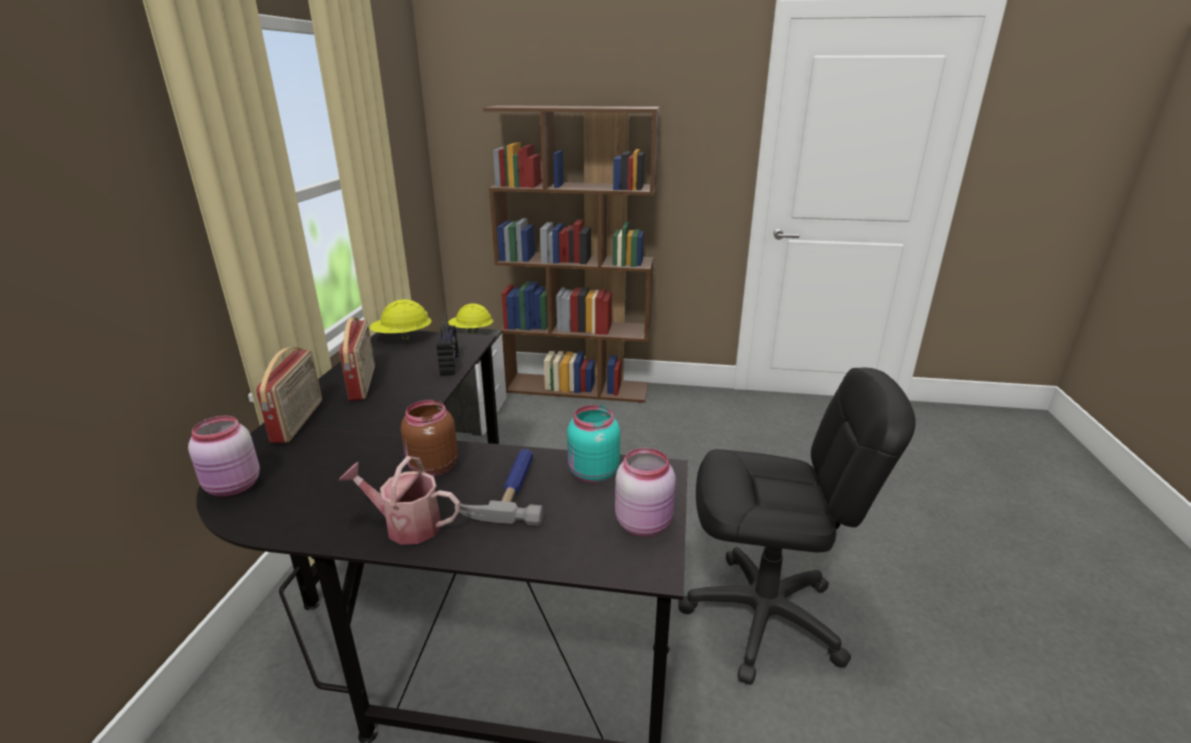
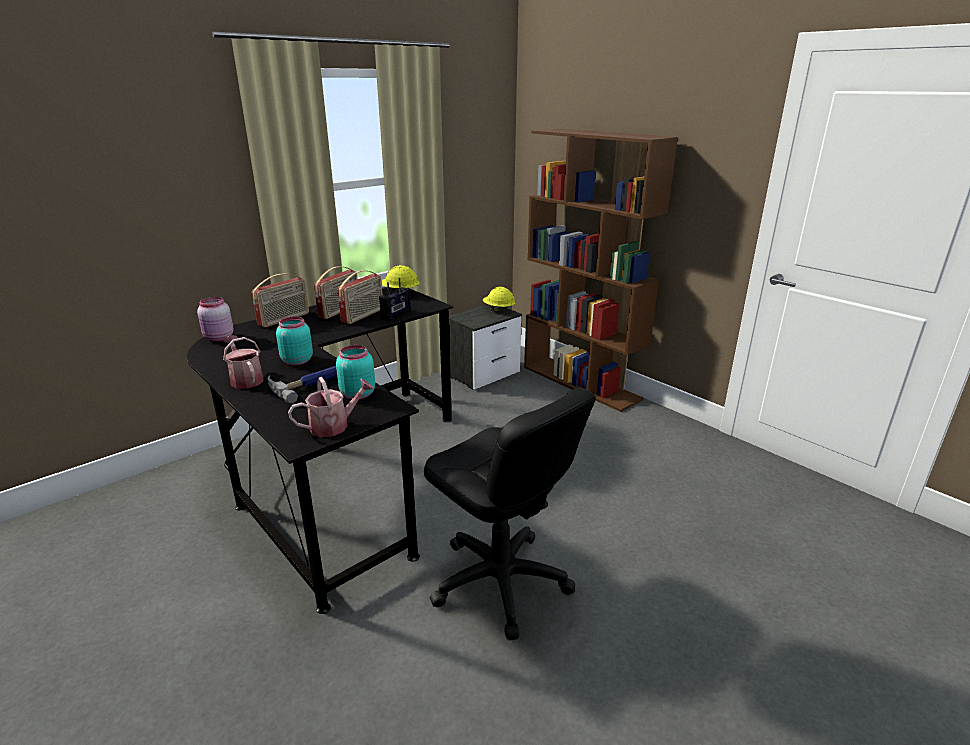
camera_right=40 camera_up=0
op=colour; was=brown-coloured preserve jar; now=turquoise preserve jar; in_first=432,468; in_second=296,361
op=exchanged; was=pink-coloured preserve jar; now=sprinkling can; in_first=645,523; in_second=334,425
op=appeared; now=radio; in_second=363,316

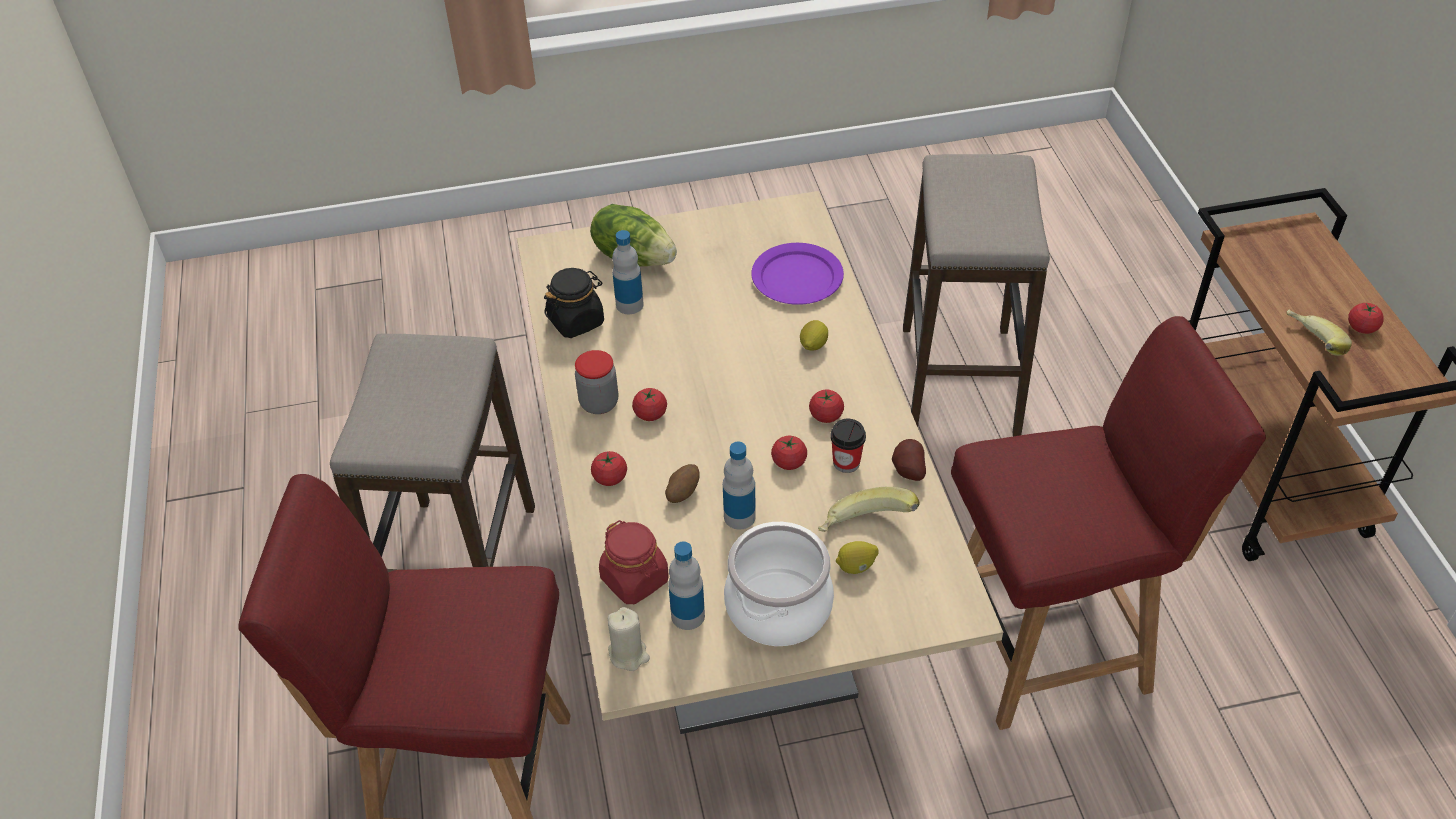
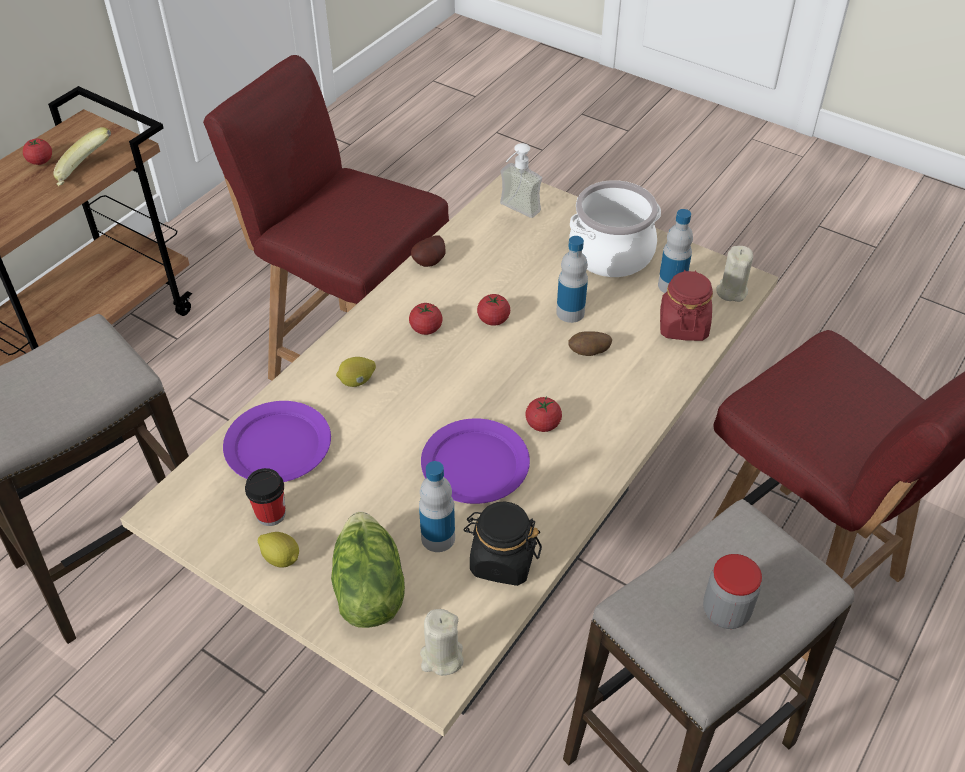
camera_right=-135 camera_up=0
op=relocated; was=preserve jar; in_first=599,403; in_second=725,612
op=relocated; was=small cup; in_first=846,462; in_second=271,514
op=missing; was=whole tomato; in_first=610,478
op=missing; was=banana; in_first=866,529
op=relocated; was=whole lemon; in_first=856,566; in_second=281,558
op=appeared; now=soap dispenser; in_second=515,211
op=appeared; now=purple-coloured flat dish; in_second=476,464
op=appeared; now=sand-coloured wax candle; in_second=441,657

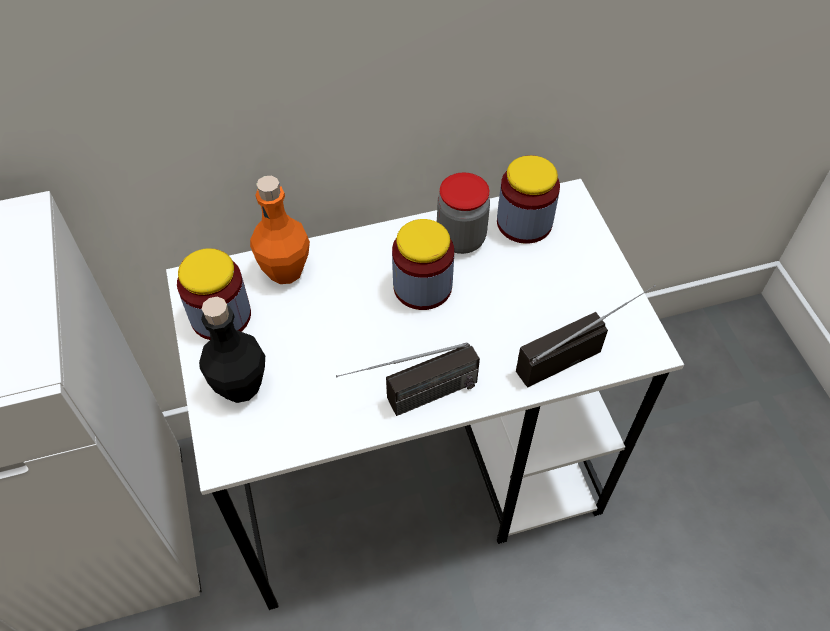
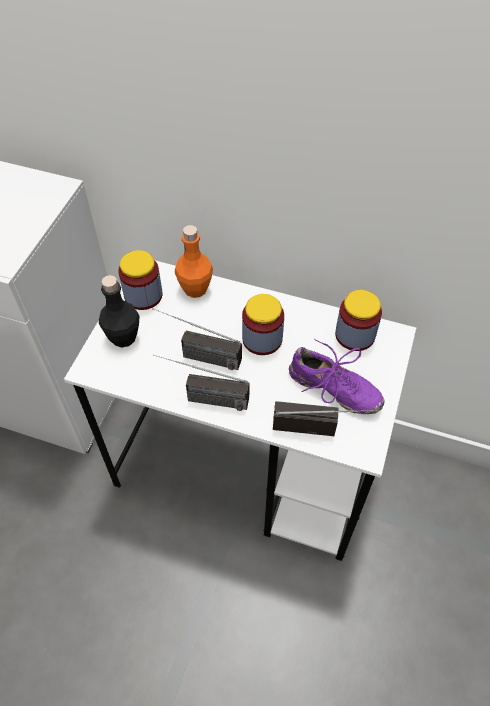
camera_right=35 camera_up=0
op=missing; was=preserve jar; in_first=461,239
op=appeared; now=radio; in_second=197,356
op=appeared; now=purple-coloured low shoe; in_second=333,389

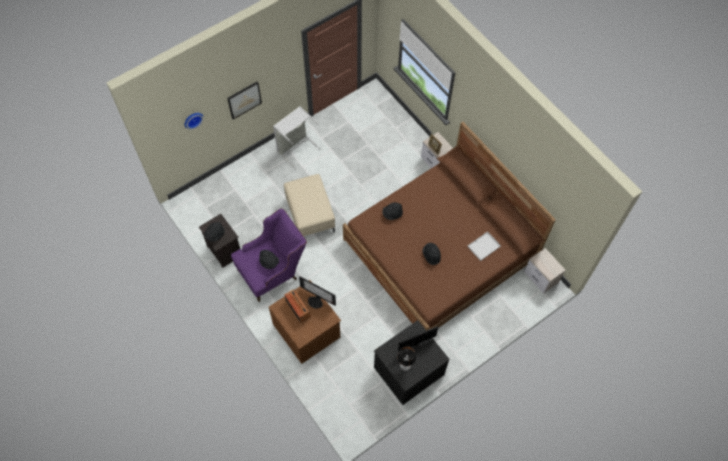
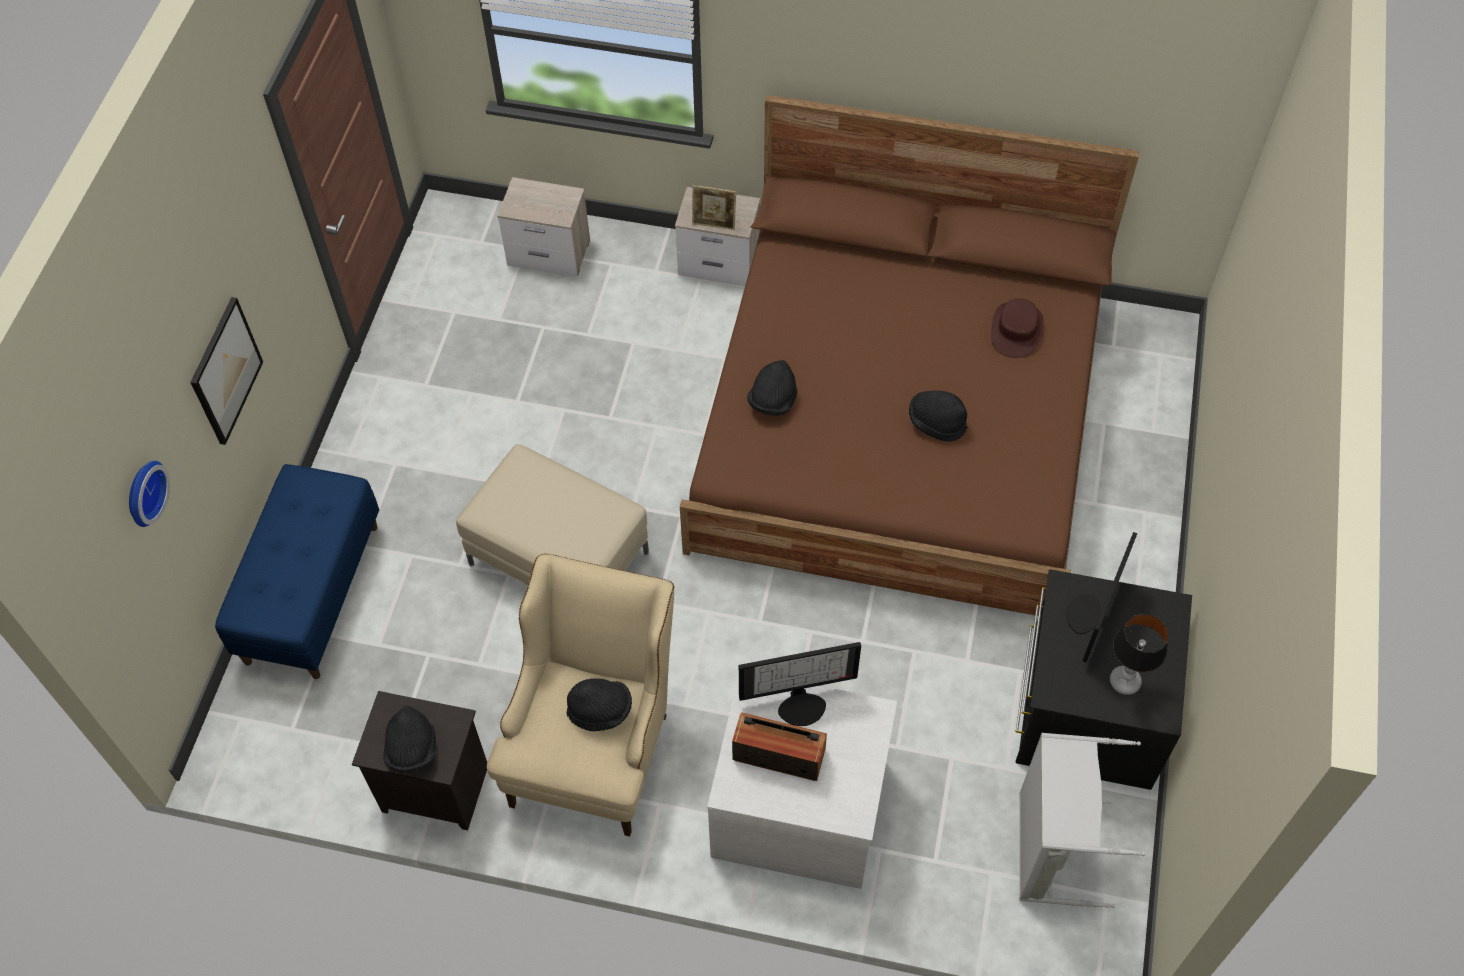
camera_right=-40 camera_up=-5
op=relocated; was=grey washing basket; in_first=296,148; in_second=1050,849
op=colour; was=purple-coloured armchair; now=sand-coloured armchair; in_first=273,271; in_second=595,742
op=exchanged; was=white-coloured serving tray; now=brown-coloured clothing hat; in_first=483,247; in_second=1016,330
op=relocated; was=bedside table; in_first=541,278; in_second=550,253
op=colour; was=brown-coloured chest of drawers; now=white-coloured chest of drawers; in_first=307,330; in_second=799,805
op=appeared; now=bluish long seat; in_second=311,592

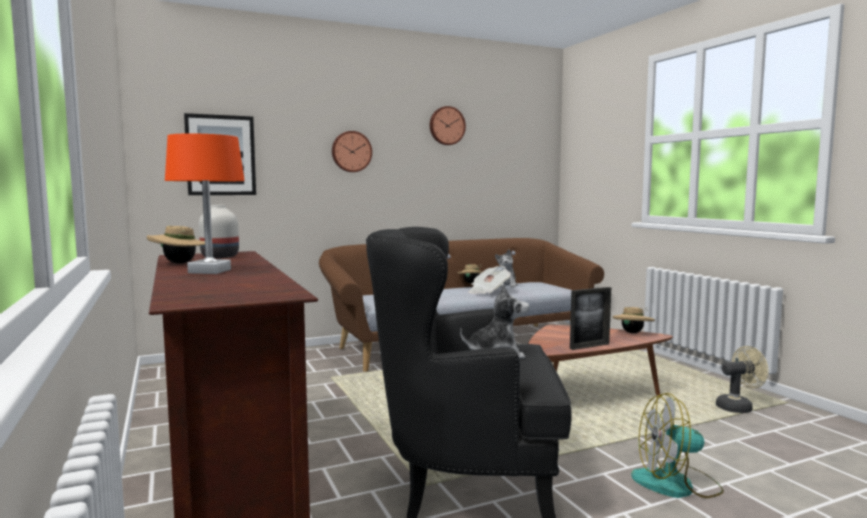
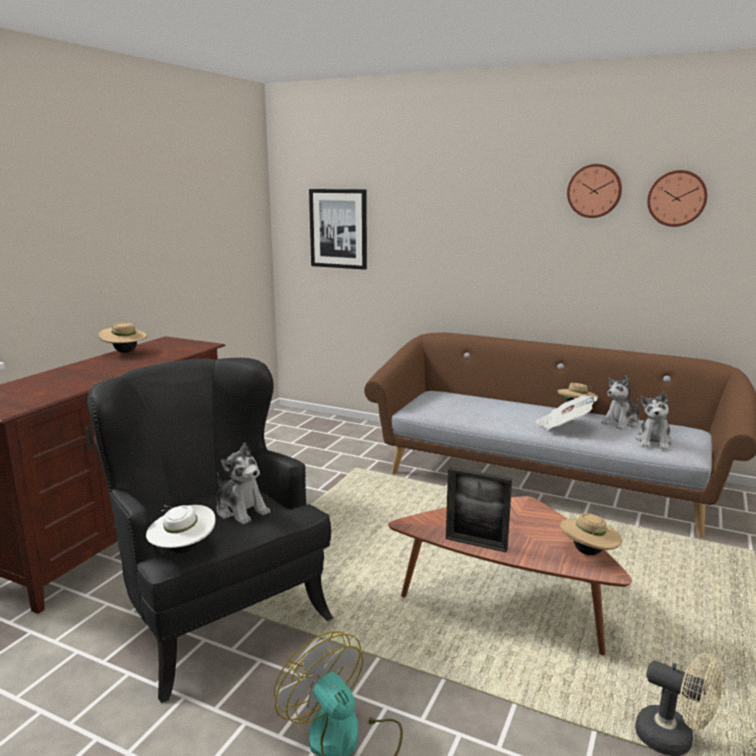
camera_right=50 camera_up=10
op=relocated; was=hanging clock; in_first=351,151; in_second=677,198
op=missing; was=orange table lamp; in_first=209,271
op=missing; was=white-coloured flower vase; in_first=221,256
op=appeared; now=cuddly toy; in_second=653,441
op=appeared; now=white-coloured clothing hat; in_second=183,549

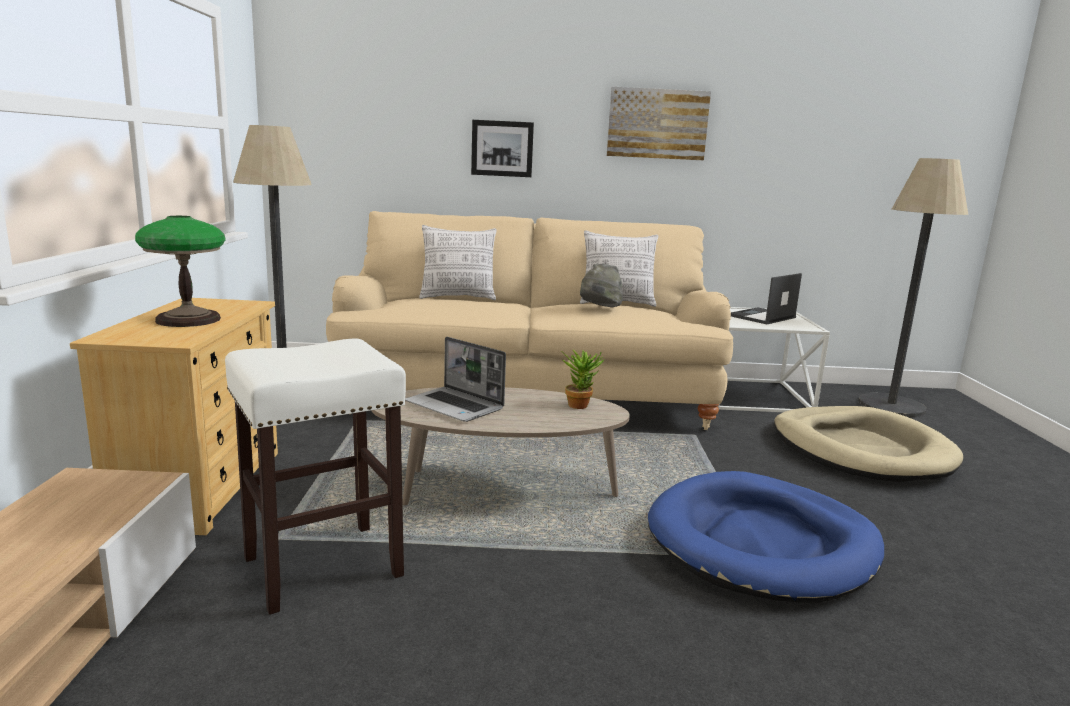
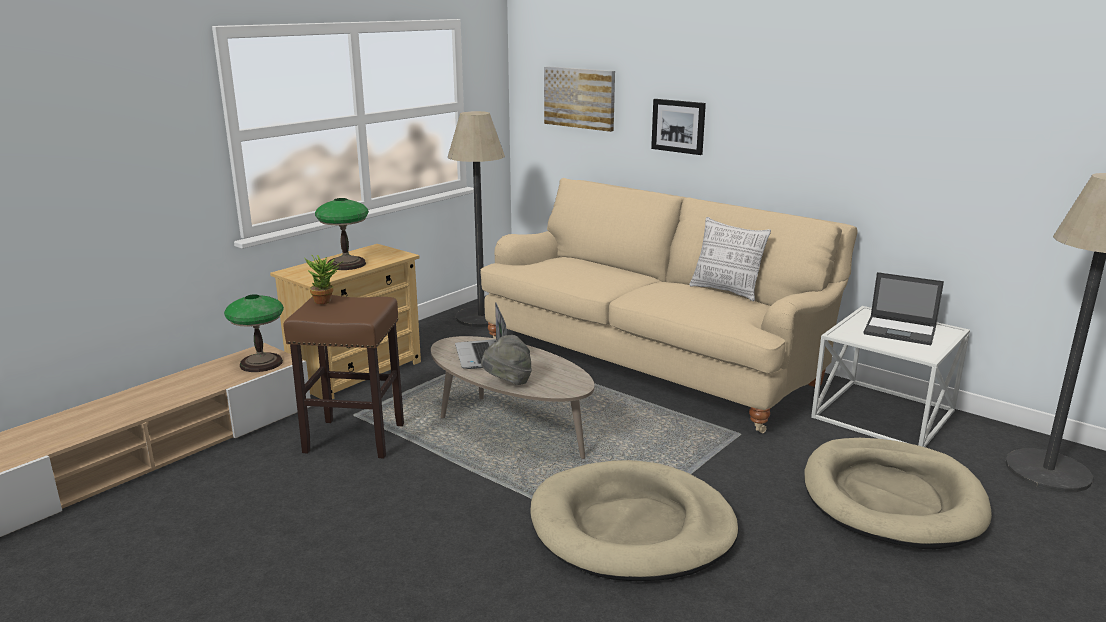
camera_right=40 camera_up=5
op=relocated; was=wall art; in_first=657,124; in_second=580,98
op=missing; was=cushion; in_first=458,297
op=relocated; was=grey clothing hat; in_first=599,309; in_second=507,382
op=spun; was=portable computer; in_first=761,317; in_second=900,331; clockwise=-150
op=colour; was=white-coloured stool seat; now=brown-coloured stool seat; in_first=321,567; in_second=353,438
op=relocated; was=houseplant; in_first=580,404; in_second=326,301
op=colour; was=bluish dog cushion; now=sand-coloured dog cushion; in_first=762,543; in_second=632,527
op=appeared; now=table lamp; in_second=261,363

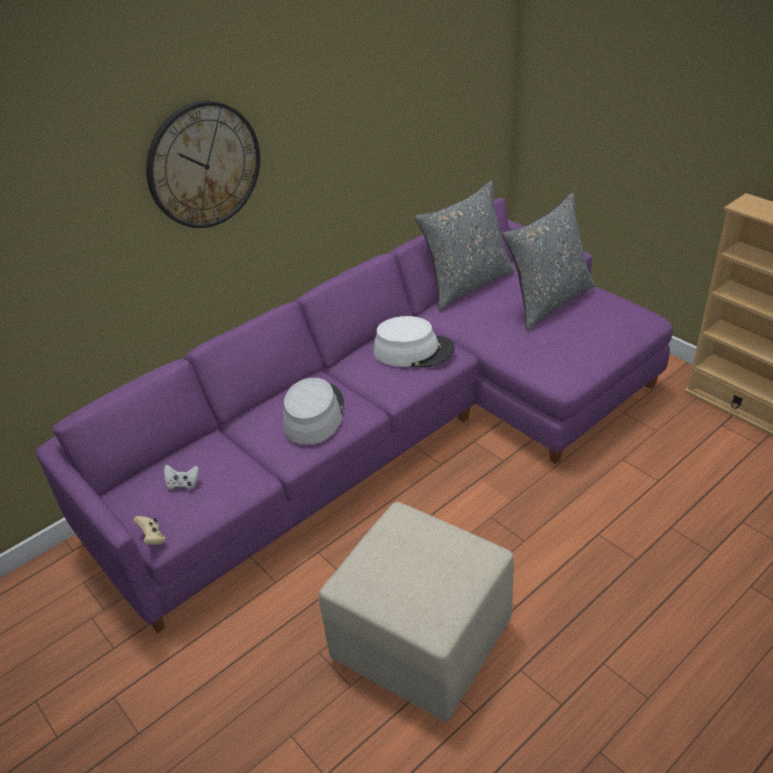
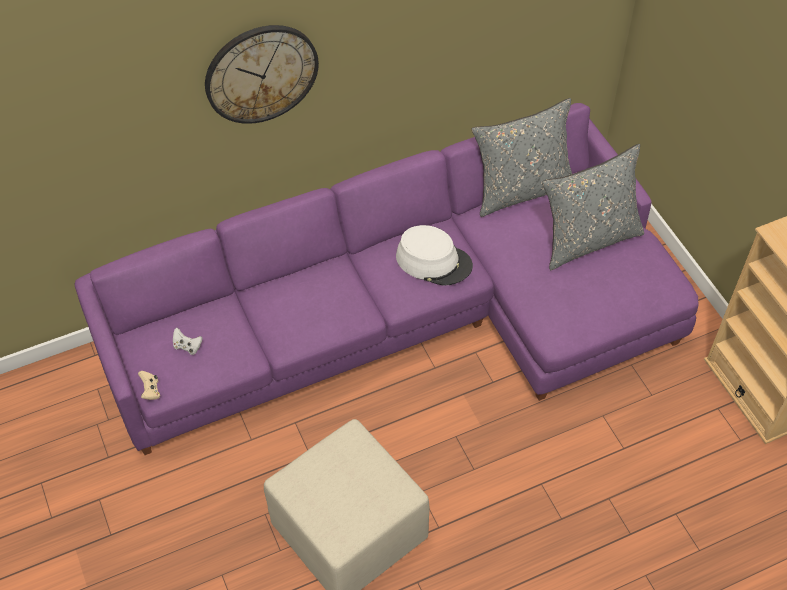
camera_right=15 camera_up=15
op=missing; was=grey clothing hat; in_first=313,414

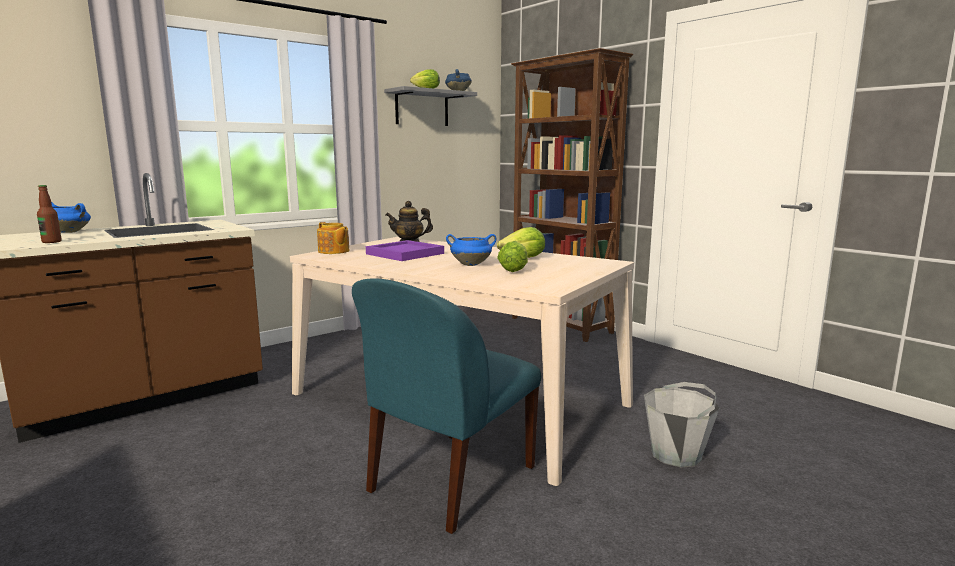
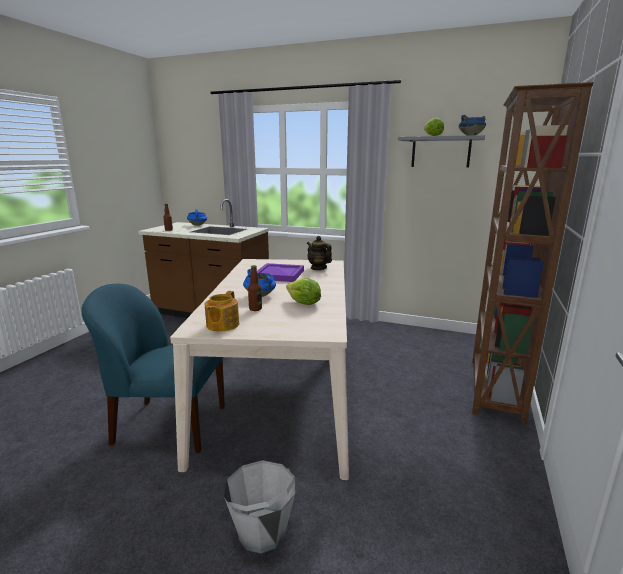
camera_right=60 camera_up=5
op=relocated; was=pot for tea; in_first=333,251; in_second=222,325
op=exchanged; was=head of lettuce; now=drink bottle; in_first=514,269; in_second=255,309

